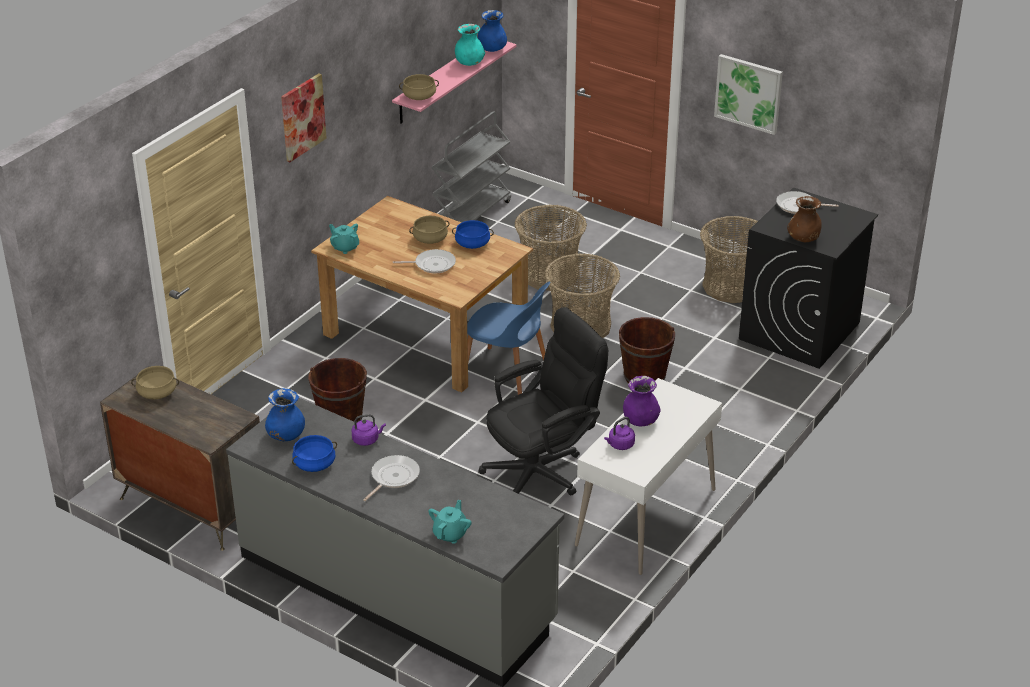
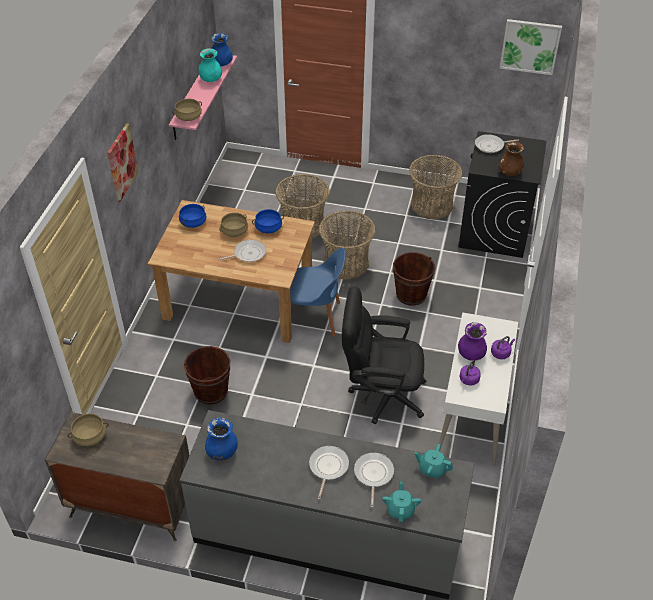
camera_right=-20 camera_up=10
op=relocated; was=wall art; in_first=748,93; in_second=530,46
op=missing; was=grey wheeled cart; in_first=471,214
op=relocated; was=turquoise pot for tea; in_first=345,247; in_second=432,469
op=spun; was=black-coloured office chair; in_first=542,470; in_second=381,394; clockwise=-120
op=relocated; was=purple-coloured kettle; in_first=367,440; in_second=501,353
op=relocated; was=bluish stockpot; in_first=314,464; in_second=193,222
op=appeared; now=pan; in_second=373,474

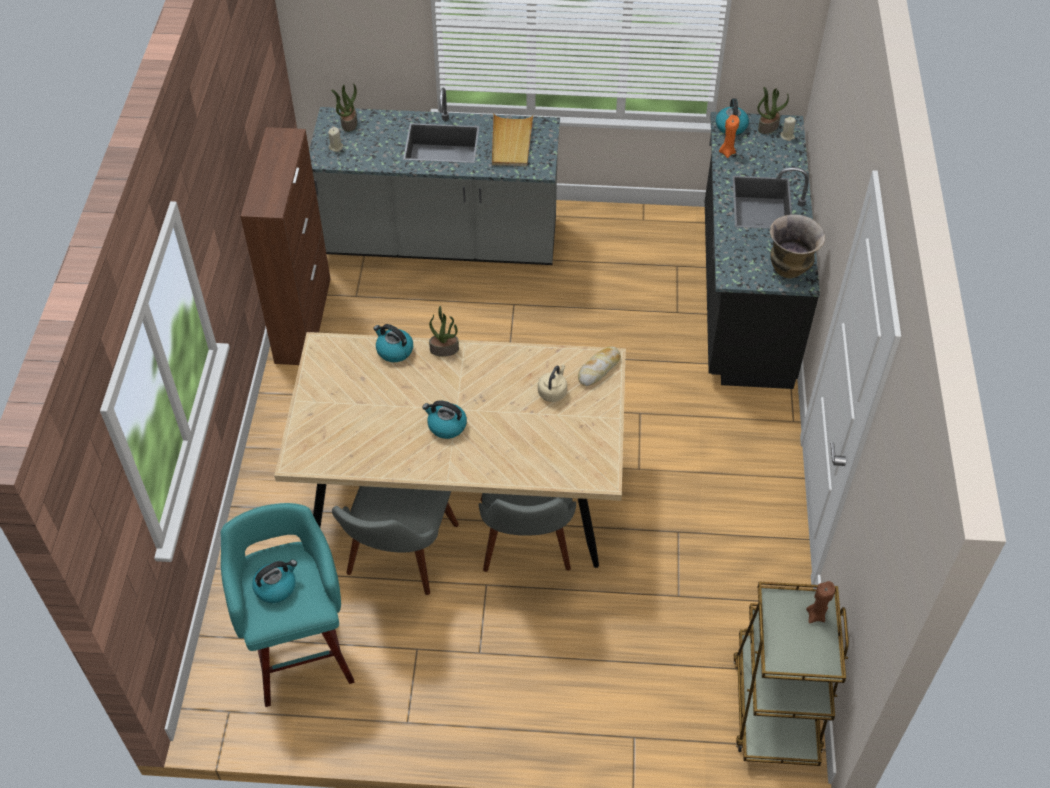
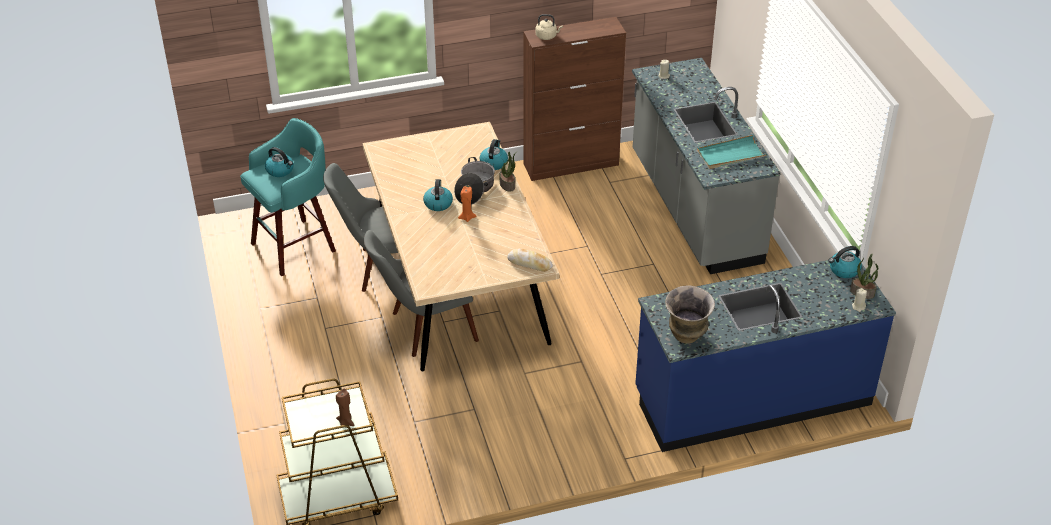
camera_right=70 camera_up=-10
op=missing; was=houseplant; in_first=348,123
op=colour; was=black-coloured counter; now=bluish counter; in_first=743,296; in_second=752,398
op=colour; was=sand-coloured serving tray; now=turquoise serving tray; in_first=511,142; in_second=730,155
op=relocated; was=orange wax candle; in_first=727,152; in_second=467,217
op=relocated; was=sand-coloured kettle; in_first=553,392; in_second=547,36
op=appeared; now=stockpot; in_second=474,189

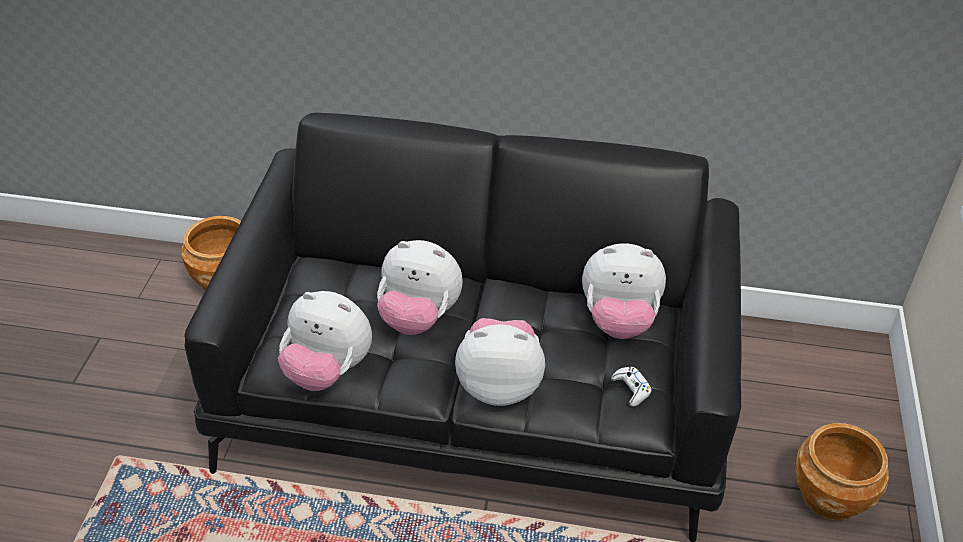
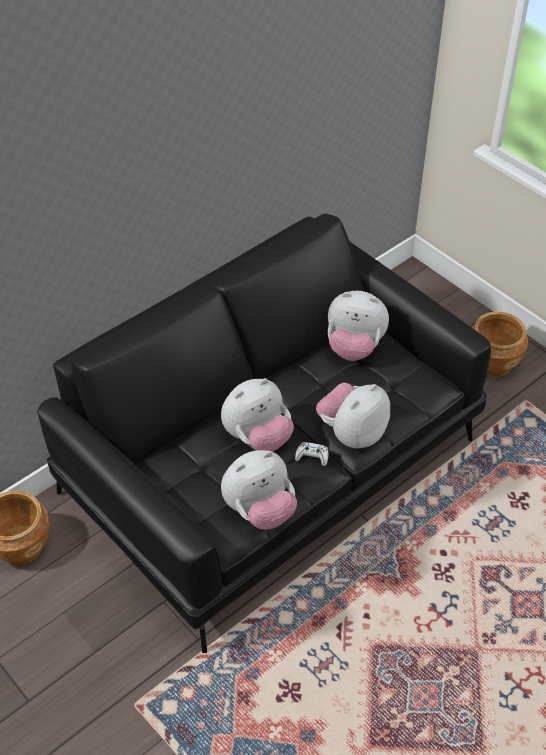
camera_right=-50 camera_up=5
op=spun; was=cuddly toy; in_first=618,320; in_second=354,347; clockwise=60
op=relocated; was=white-coloured joypad; in_first=631,389; in_second=312,456

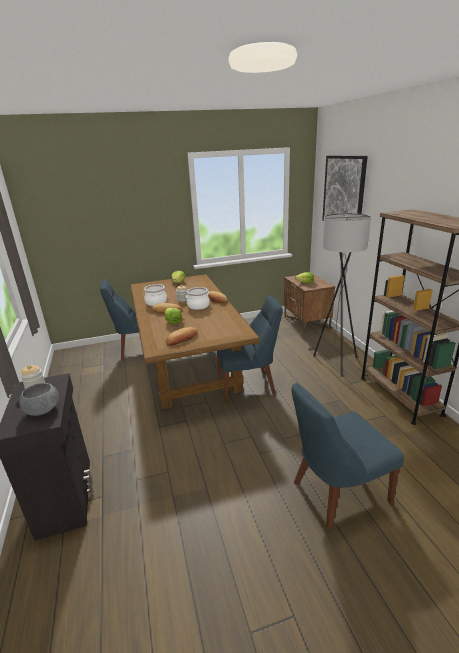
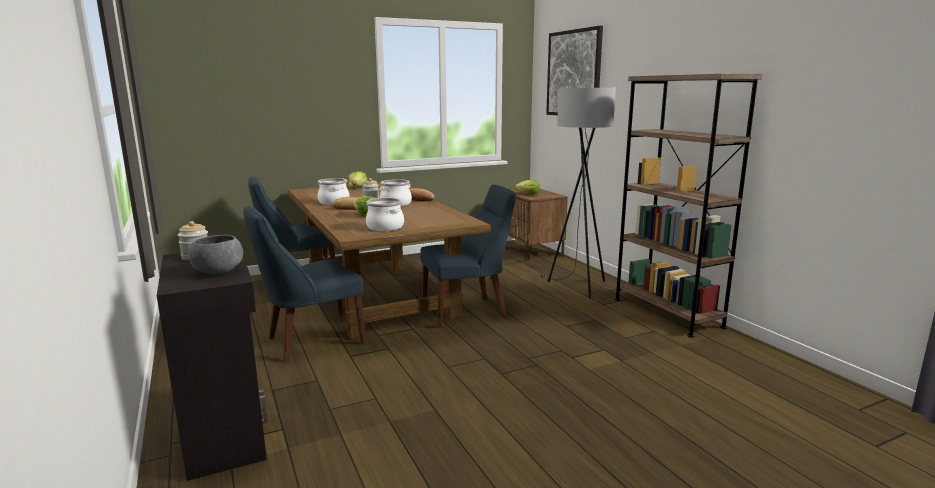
camera_right=-10 camera_up=-10
op=exchanged; was=baked bread; now=stockpot; in_first=182,339; in_second=385,227
op=relocated; was=bluish upright chair; in_first=336,493; in_second=311,341

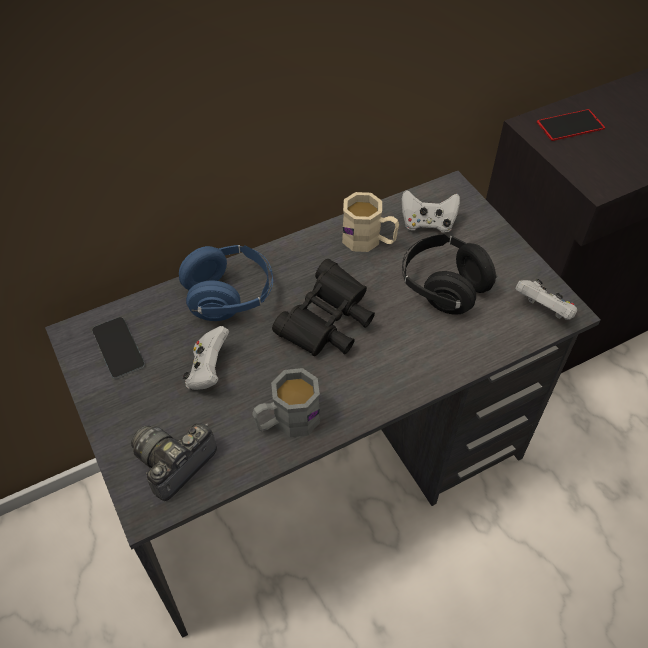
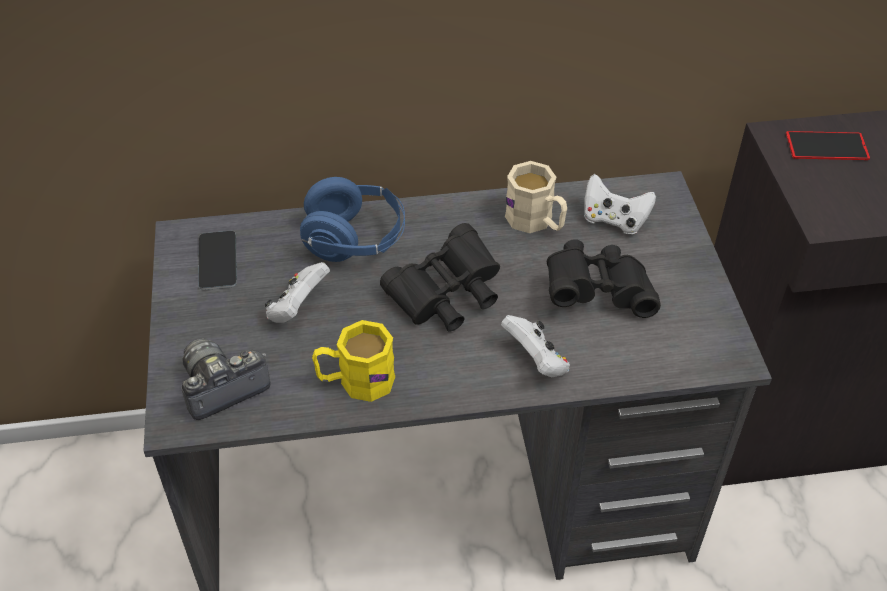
camera_right=20 camera_up=-5
op=exchanged; was=black-coloured headphones; now=black-coloured field glasses; in_first=443,287; in_second=597,293
op=relocated; was=white-coloured joypad; in_first=543,311; in_second=536,361
op=colour; was=grey tea mug; now=yellow tea mug; in_first=287,421; in_second=355,381

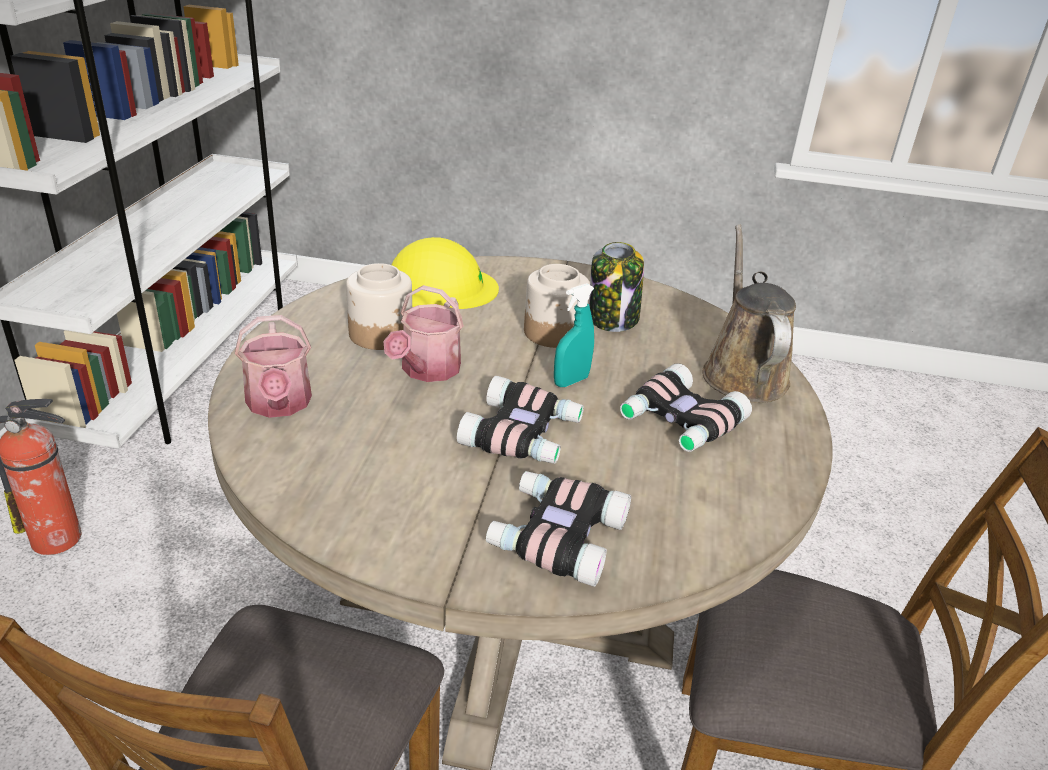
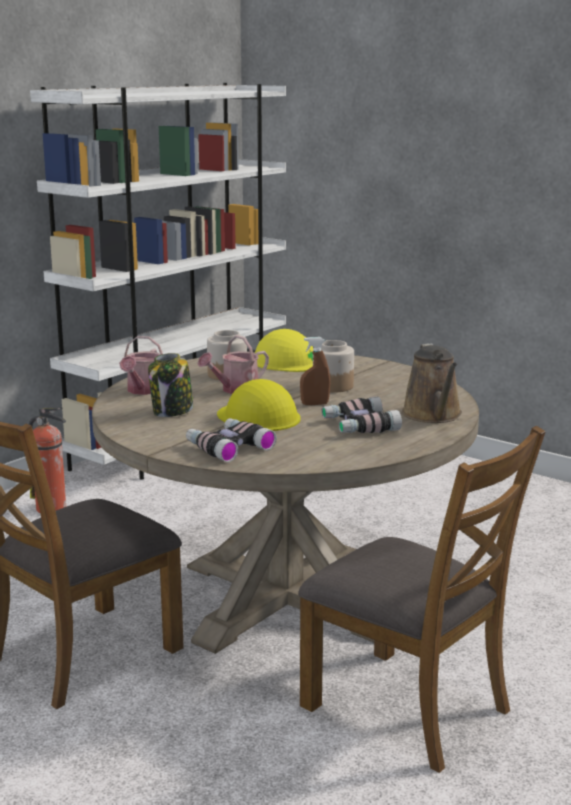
camera_right=30 camera_up=-15
op=spun; was=brown-coloured sprinkling can; in_first=742,372; in_second=433,415; clockwise=150
op=relocated; was=preserve jar; in_first=613,319; in_second=172,411
op=colour; was=turquoise sprayer; now=brown-coloured sprayer; in_first=571,381; in_second=314,404
op=exchanged; was=field glasses; now=yellow safety helmet; in_first=524,434; in_second=258,417

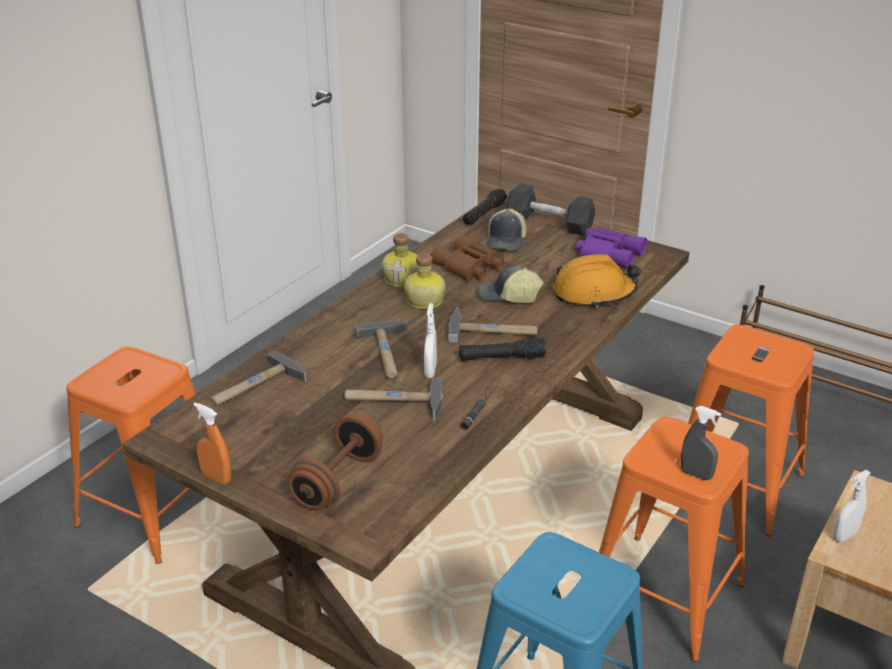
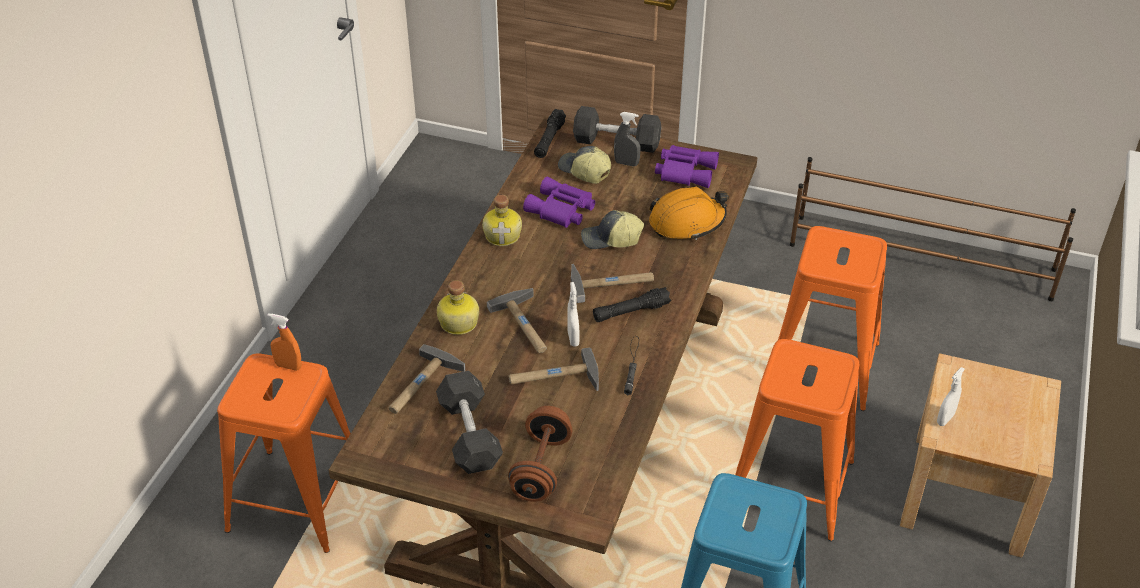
camera_right=-15 camera_up=10
op=spun; was=baseball cap; in_first=506,241; in_second=584,171; clockwise=135
op=colour; was=brown-coloured field glasses; now=purple-coloured field glasses; in_first=469,267; in_second=561,210
op=relocated; was=drink bottle; in_first=423,301; in_second=457,323
op=relocated; was=orange sprayer; in_first=216,478; in_second=288,366
op=relocated; was=grey sprayer; in_first=696,474; in_second=626,163
op=appeared; now=grey dumbbell; in_second=469,435

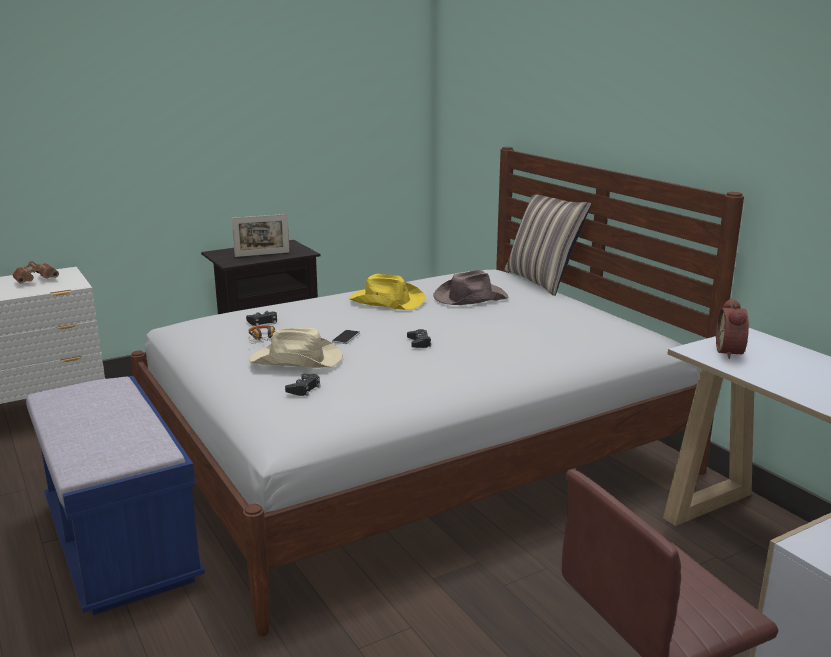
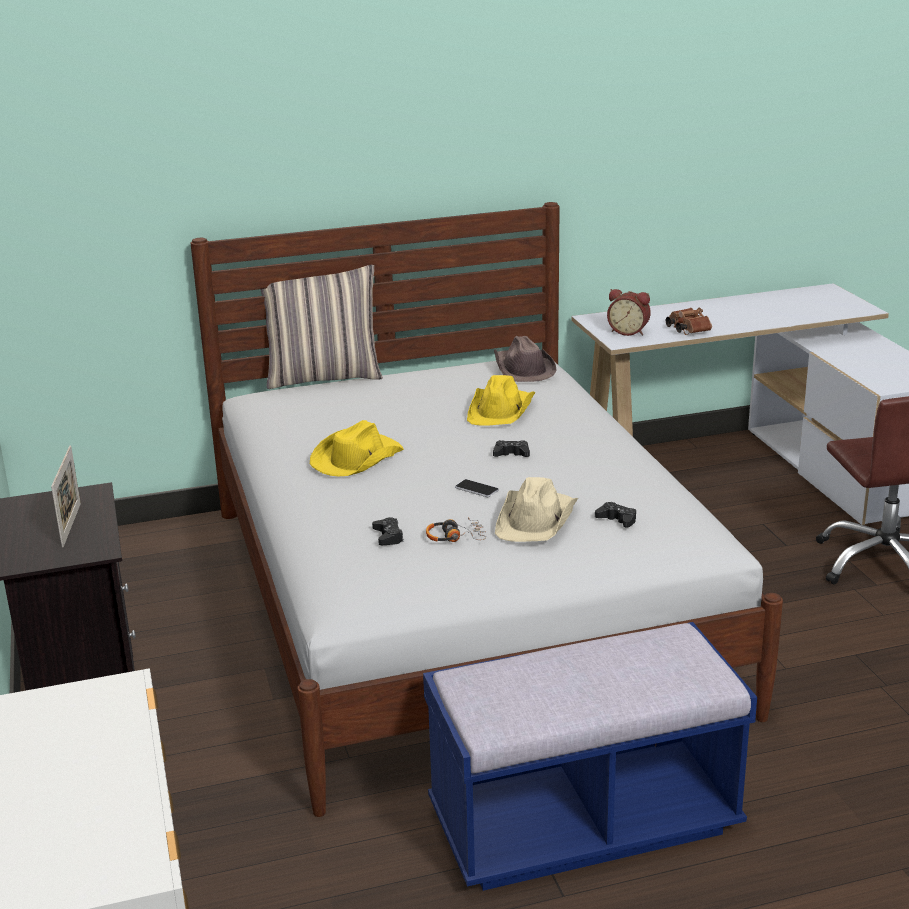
camera_right=-75 camera_up=5
op=relocated; was=brown-coloured field glasses; in_first=37,280; in_second=686,329
op=relocated; was=brown-coloured clothing hat; in_first=469,298; in_second=523,369
op=appeared; now=yellow clothing hat; in_second=501,410

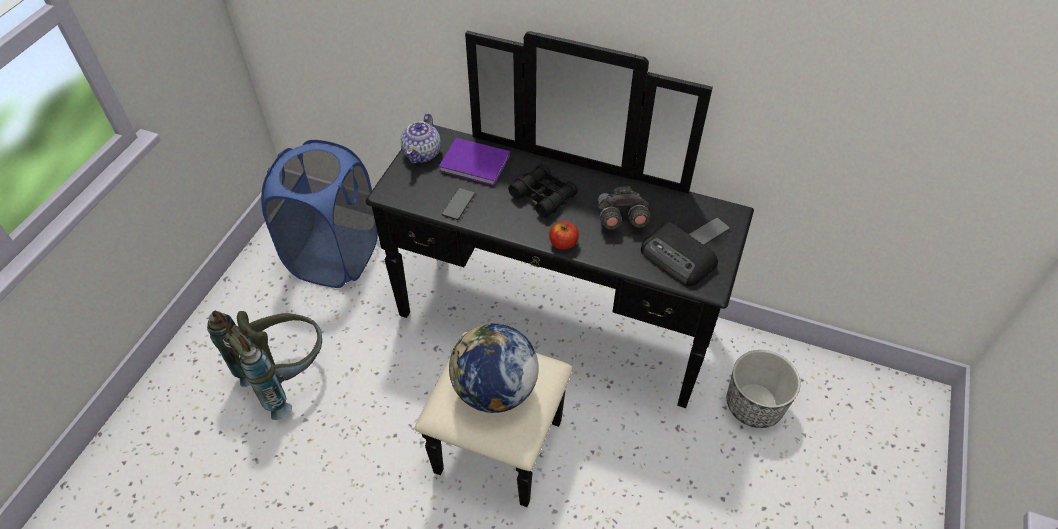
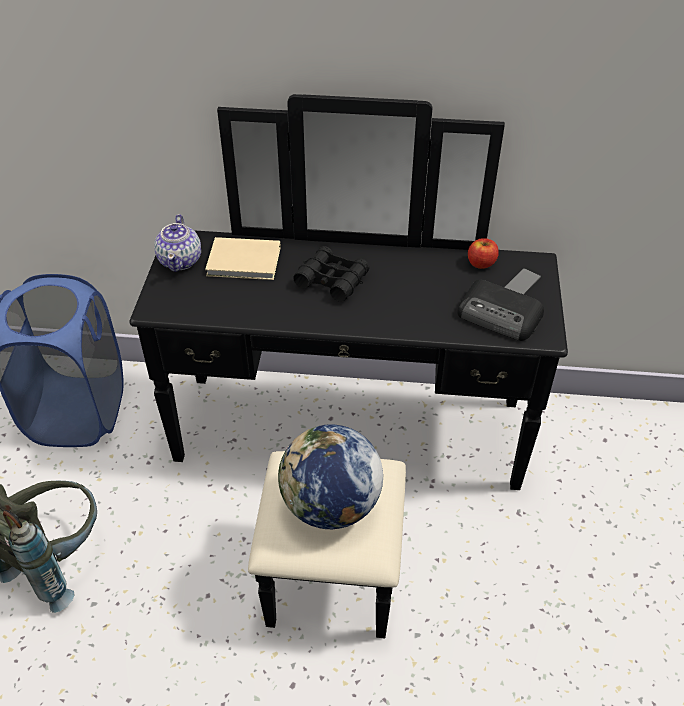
camera_right=-15 camera_up=-5
op=colour; was=purple-coloured bound book; now=sand-coloured bound book; in_first=476,165; in_second=246,262
op=missing; was=grey field glasses; in_first=620,219
op=missing; was=handset; in_first=458,204
op=relocated; was=apple; in_first=563,243; in_second=481,263
op=missing; was=flower pot; in_first=754,405

